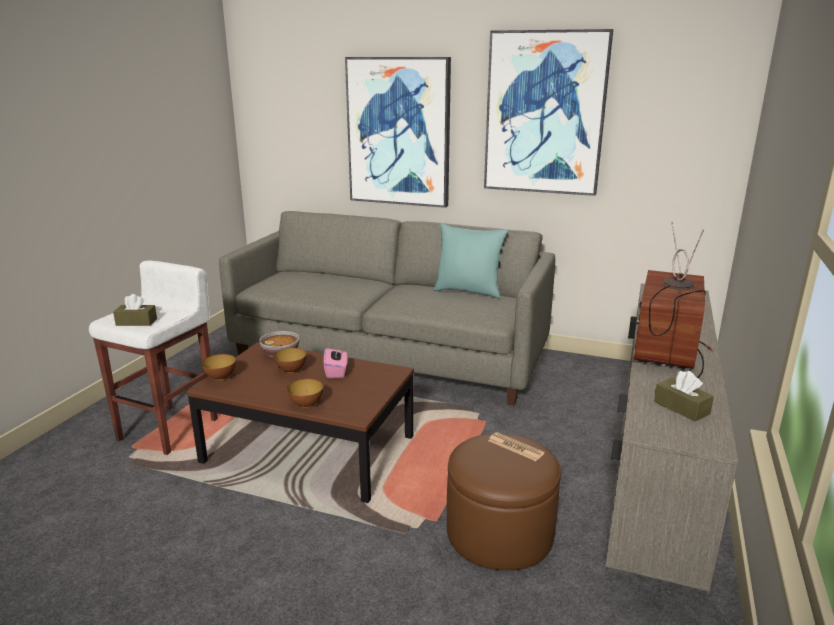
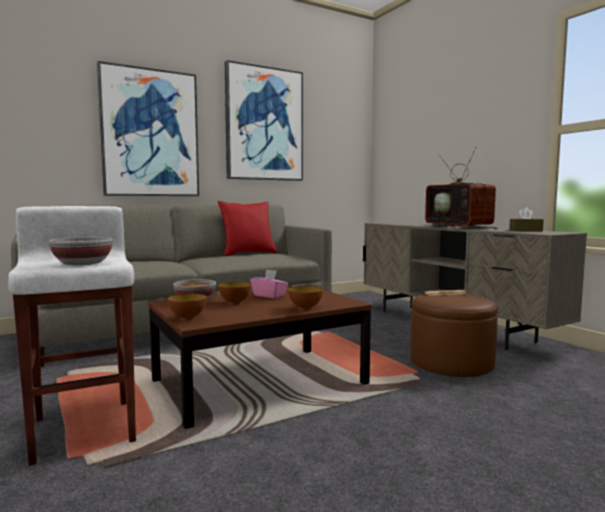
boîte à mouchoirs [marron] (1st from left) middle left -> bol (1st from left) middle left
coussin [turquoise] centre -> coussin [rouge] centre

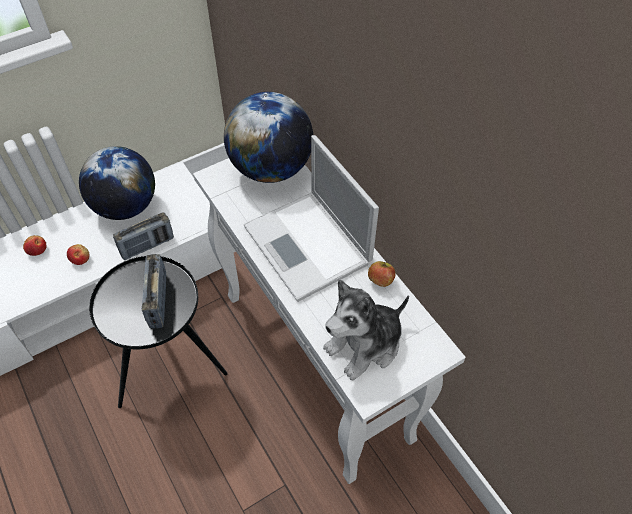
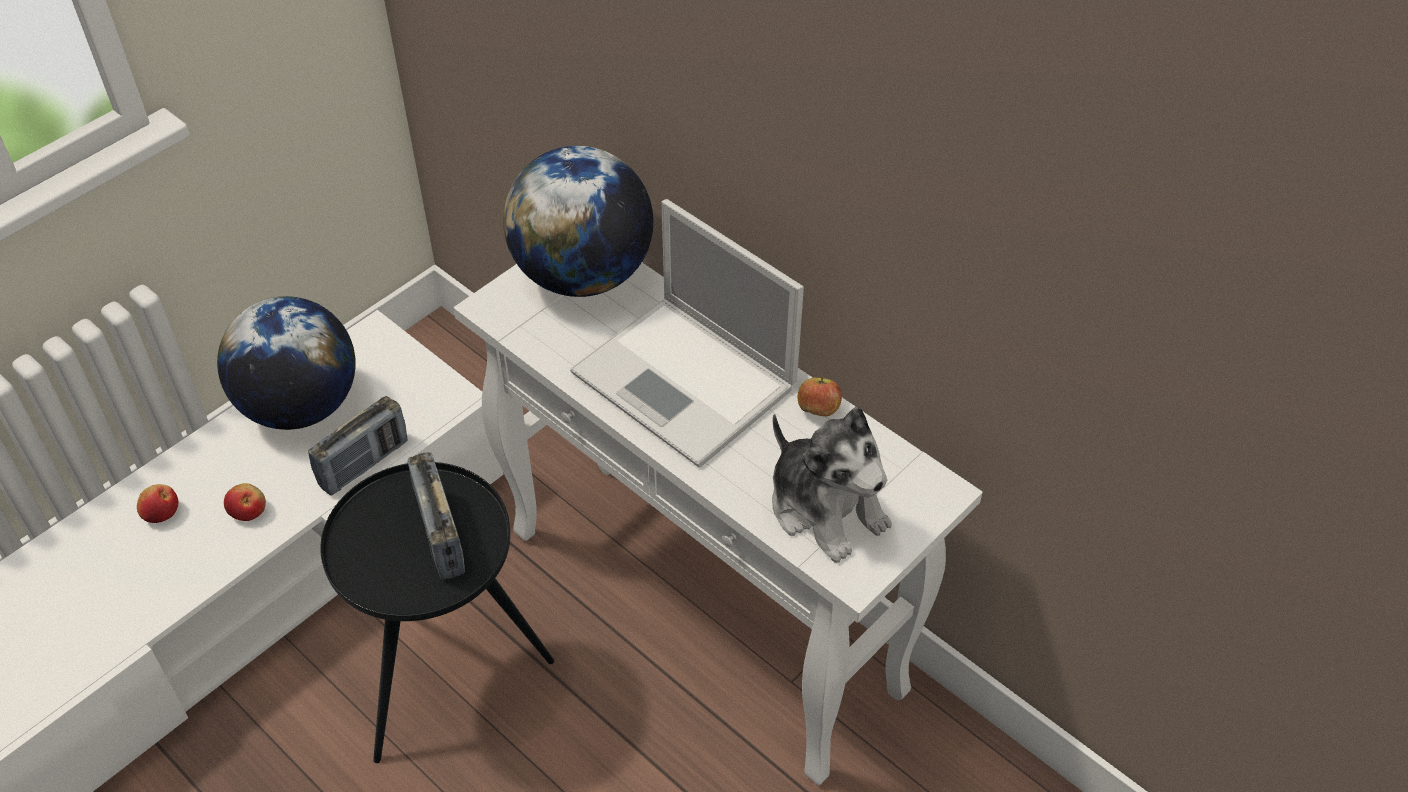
peluche centre, 75 degrees counterclockwise

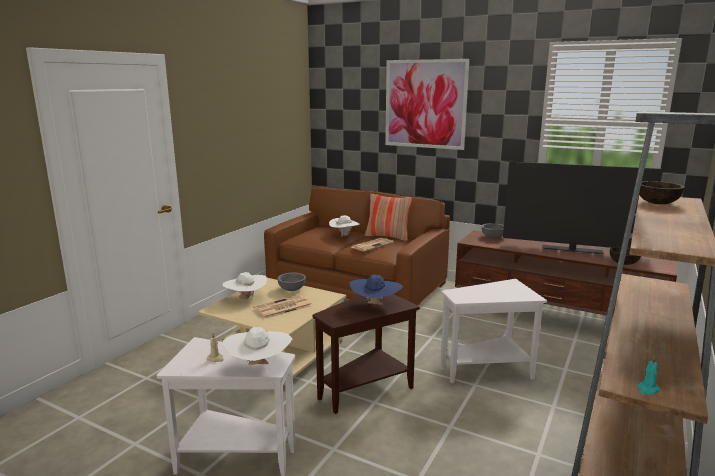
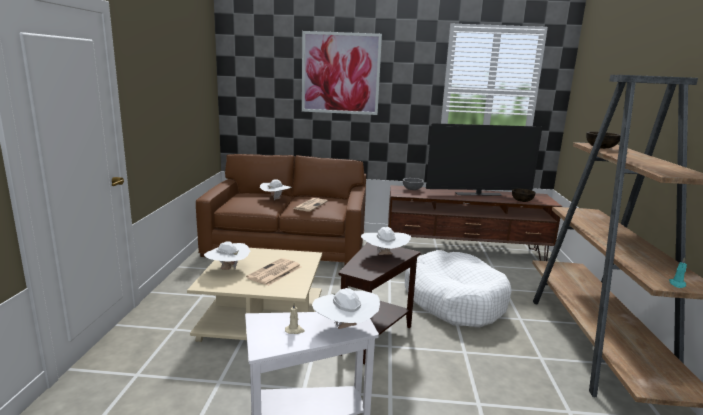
bol [gris] (1st from left) centre -> none
coussin centre -> none
table d'appoint [blanc] (2nd from left) bottom right -> panier pour chien [blanc] bottom centre
chapeau [bleu] centre -> chapeau [blanc] (4th from left) centre

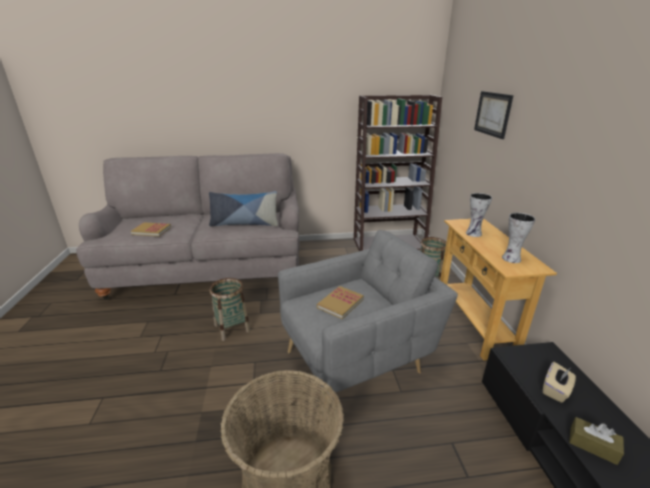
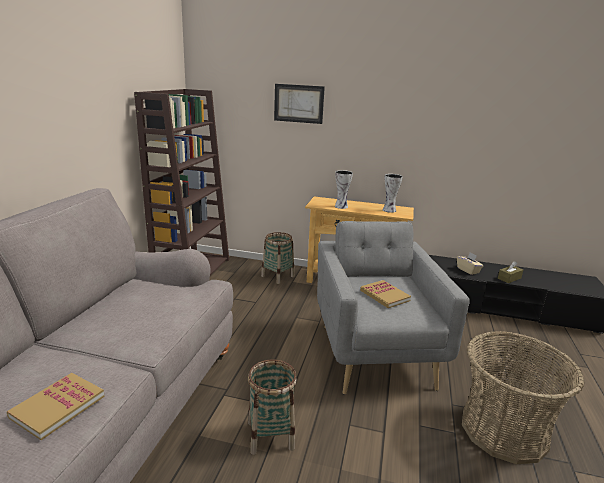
coussin centre -> none

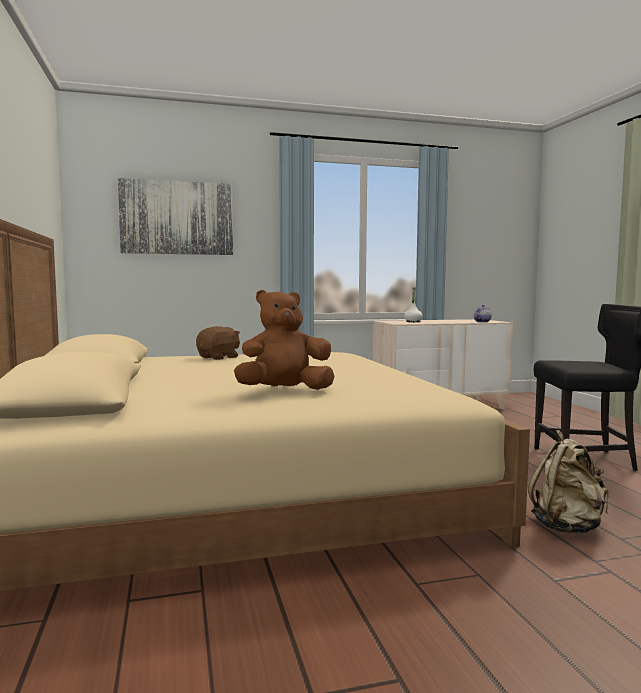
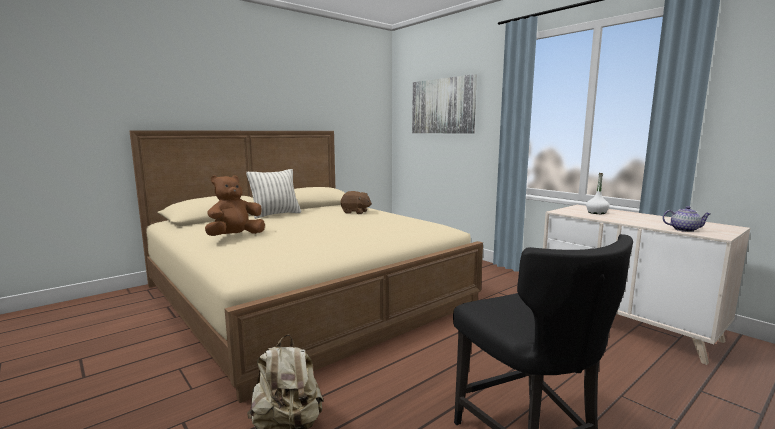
none -> coussin centre
peluche [marron] (2nd from left in the first image) centre -> peluche [marron] (1st from left) middle left, 90 degrees counterclockwise

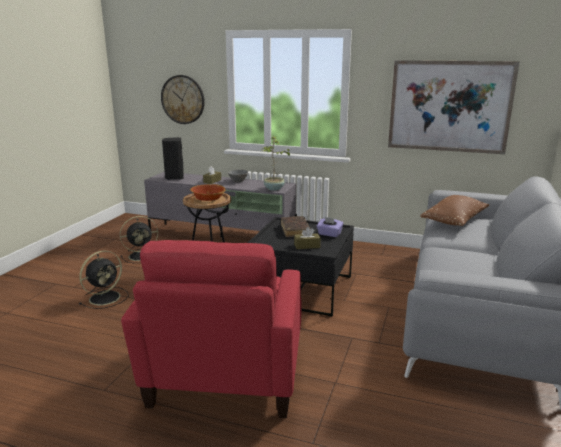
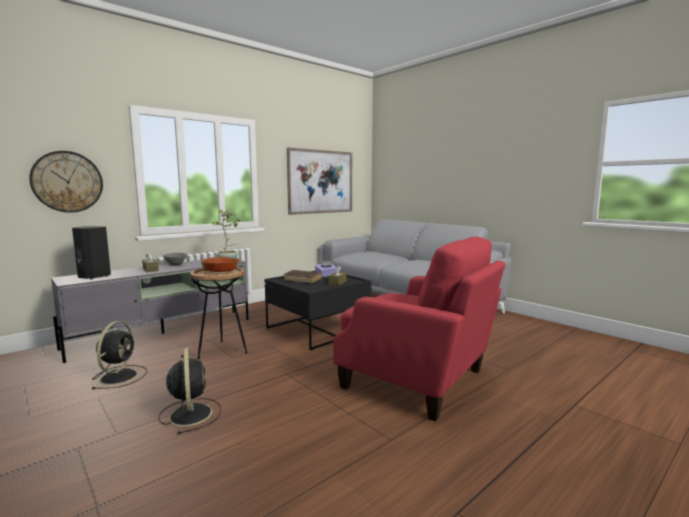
coussin [marron] middle right -> none

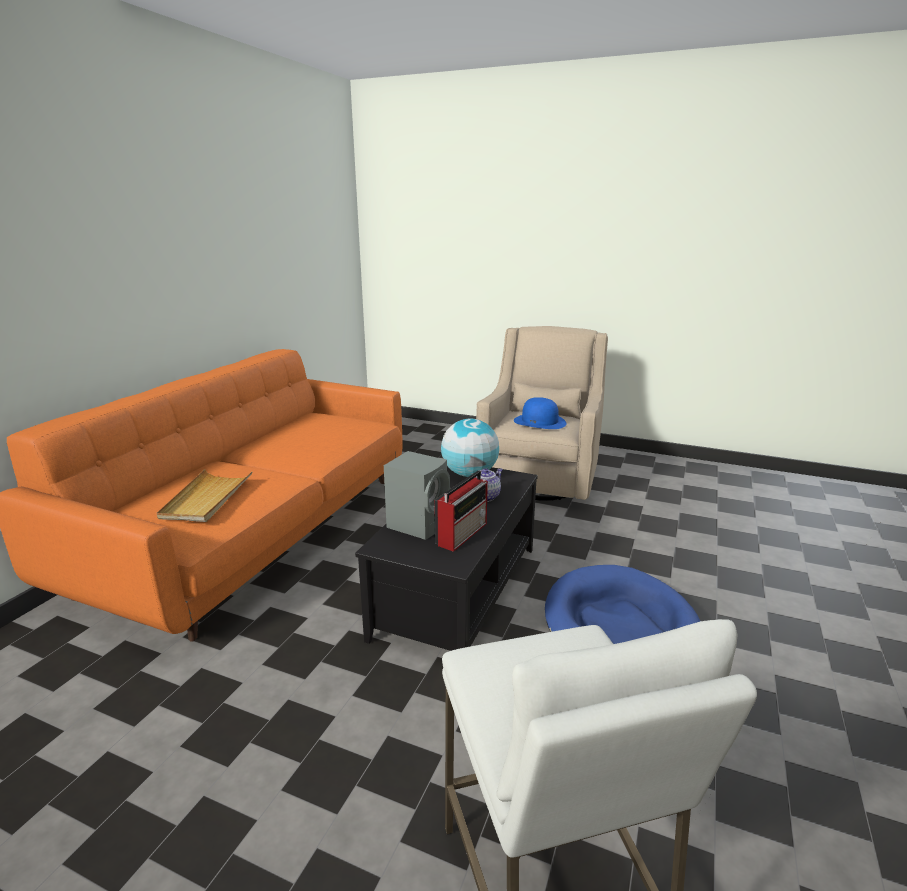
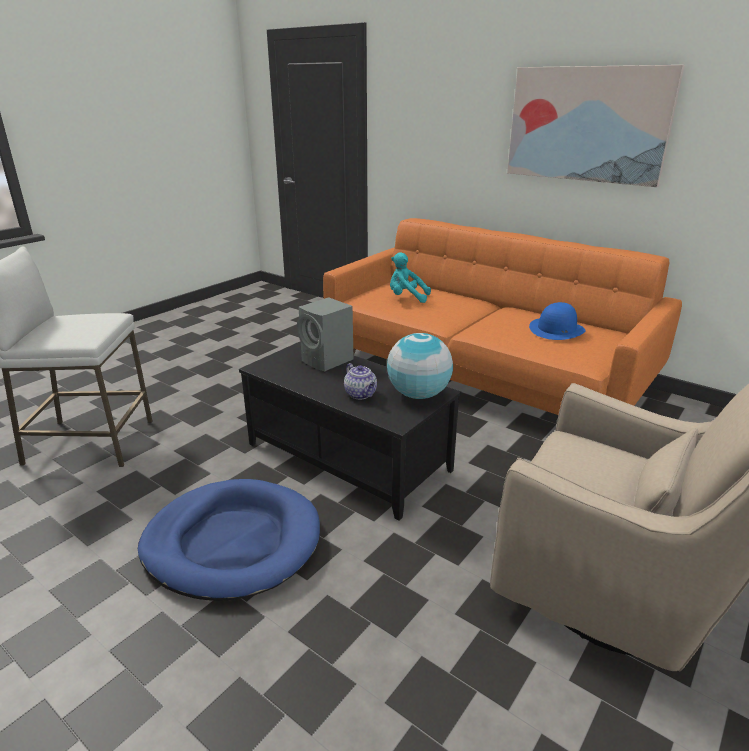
radio centre -> none
none -> tableau top right
chapeau [bleu] centre -> chapeau [bleu] middle right, moved
plateau [beige] middle left -> peluche [turquoise] centre

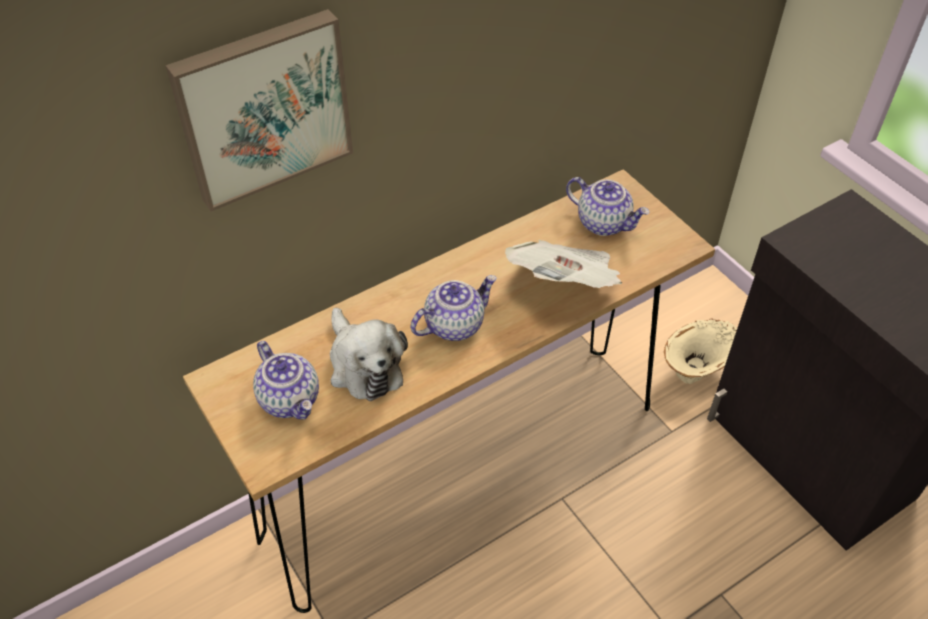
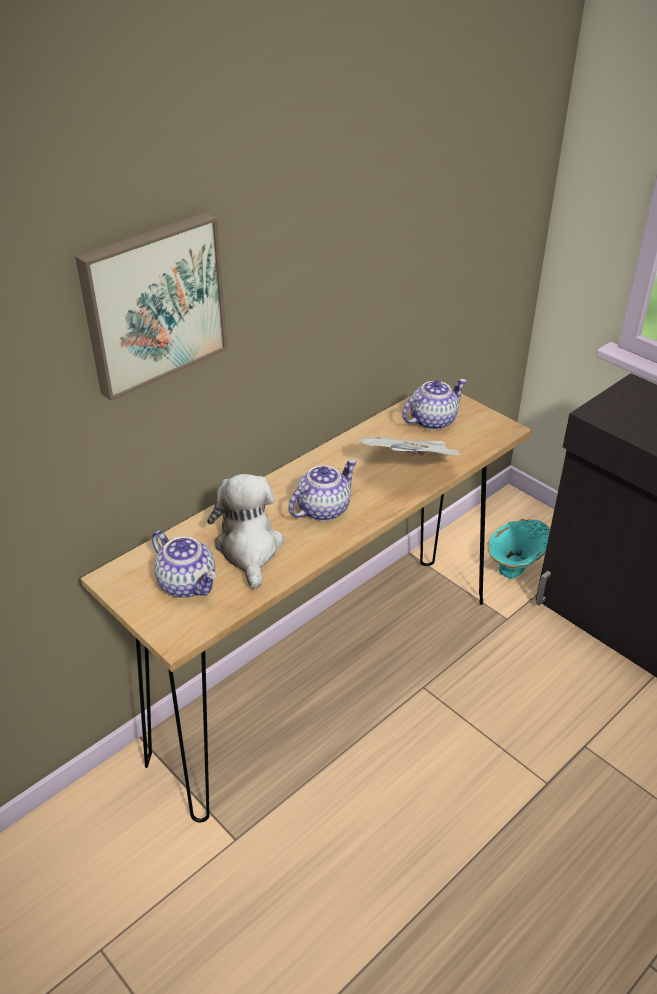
vase [beige] middle right -> vase [turquoise] middle right
peluche centre, 150 degrees counterclockwise
théière (3rd from left) top centre -> théière (3rd from left) centre, 60 degrees counterclockwise

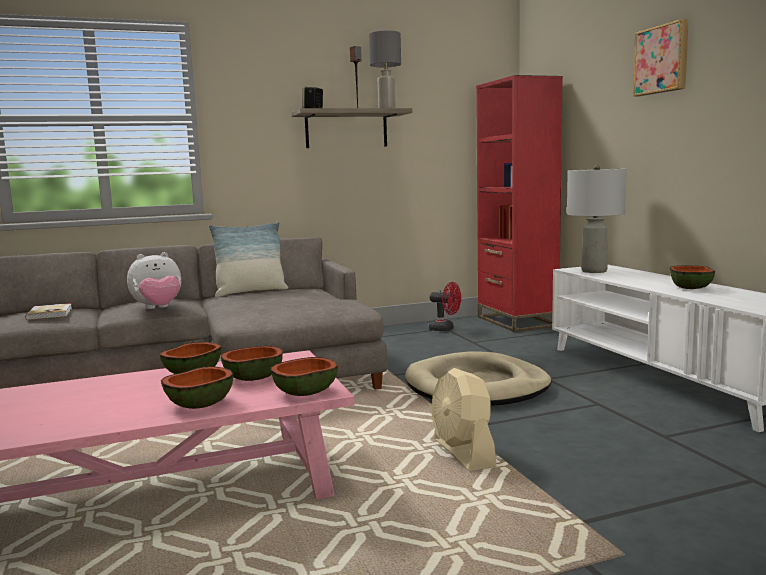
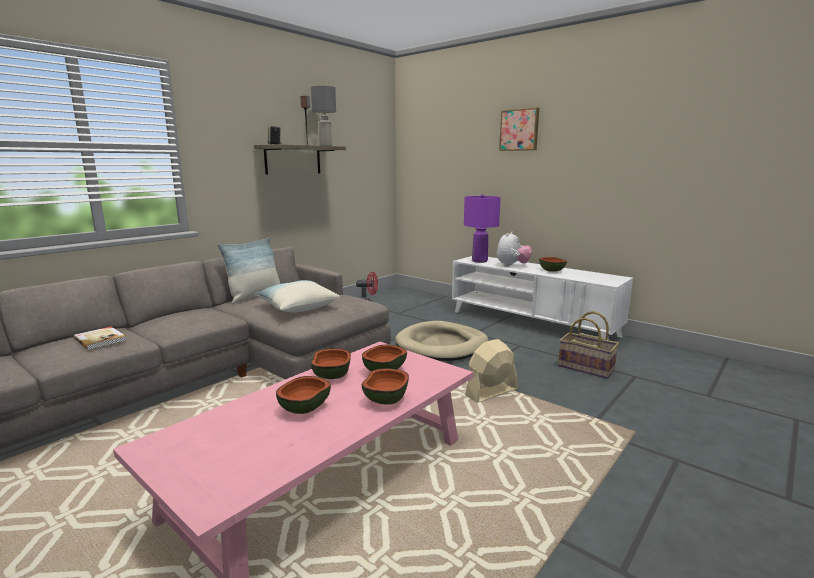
bibliothèque [rouge] middle right -> none
none -> coussin (2nd from left) centre
none -> panier middle right
peluche middle left -> peluche centre, moved
bol (4th from left in the first image) centre -> bol (1st from left) bottom centre, moved
lampe de table [gris] (2nd from left) middle right -> lampe de table [violet] centre
ventilateur [beige] bottom centre -> ventilateur [beige] centre, 105 degrees clockwise

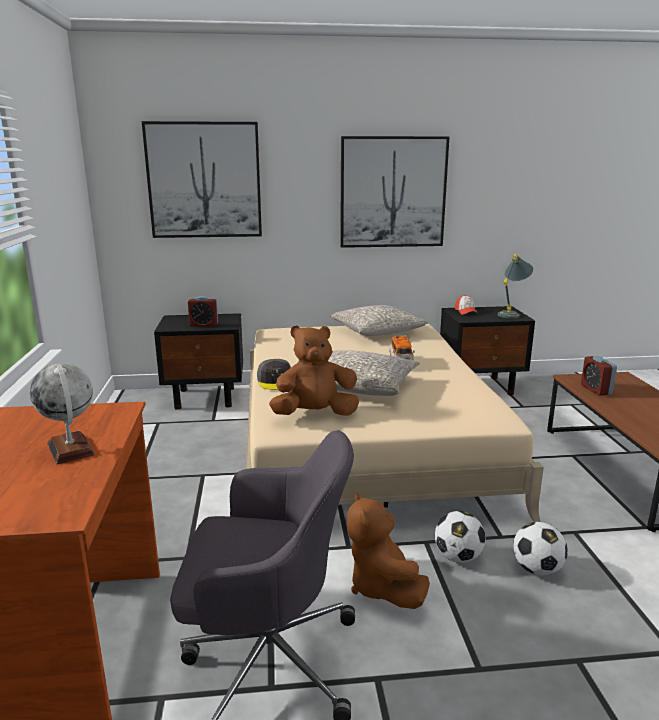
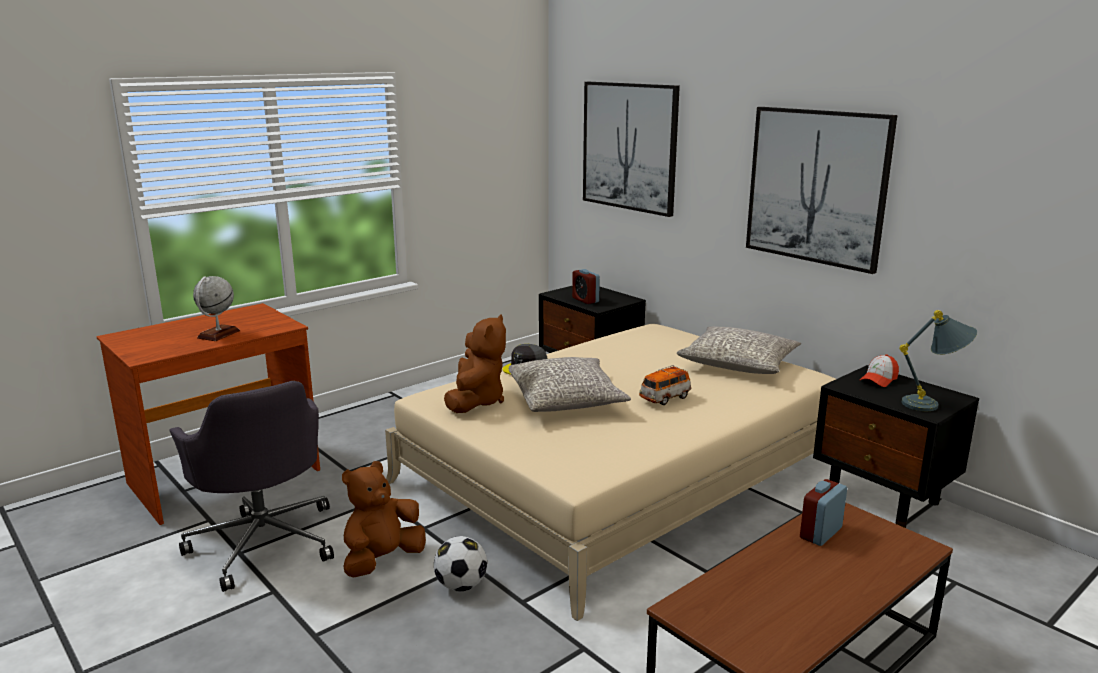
ballon de foot (2nd from left) bottom right -> none
peluche [marron] (1st from left in the first image) centre -> peluche [marron] (2nd from left) centre, 60 degrees clockwise

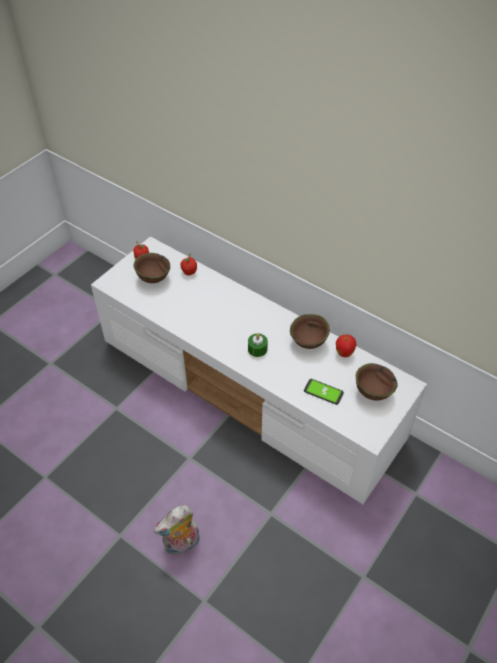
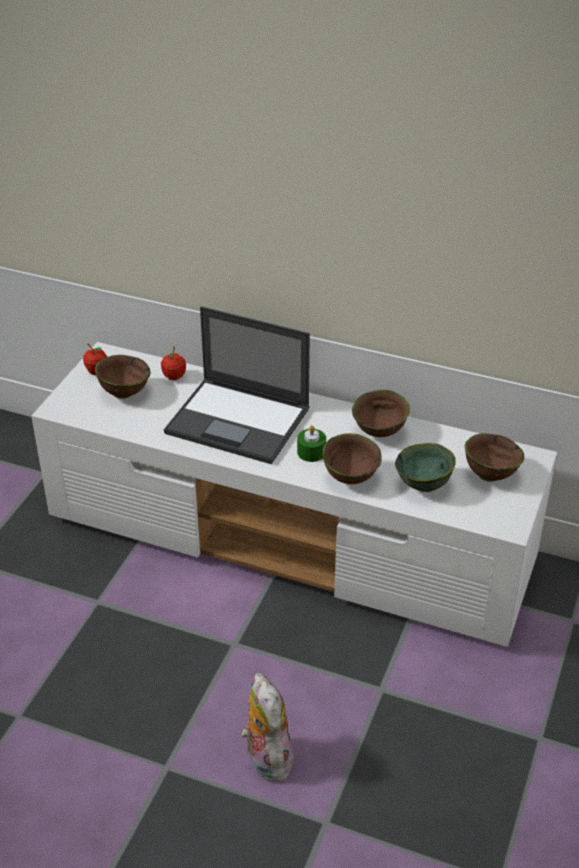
pomme (3rd from left) middle right -> none
none -> ordinateur portable centre
none -> bol [marron] (2nd from left) centre
téléphone centre -> bol [vert] middle right
peluche bottom centre, 120 degrees clockwise

